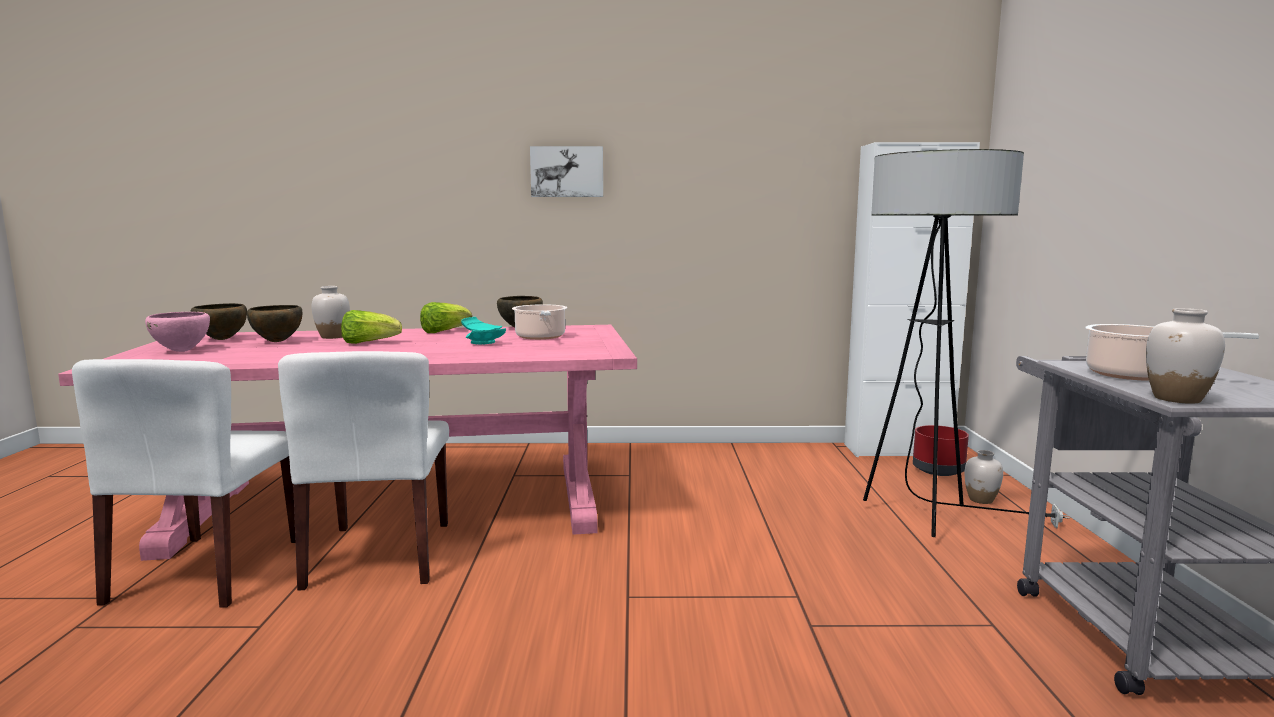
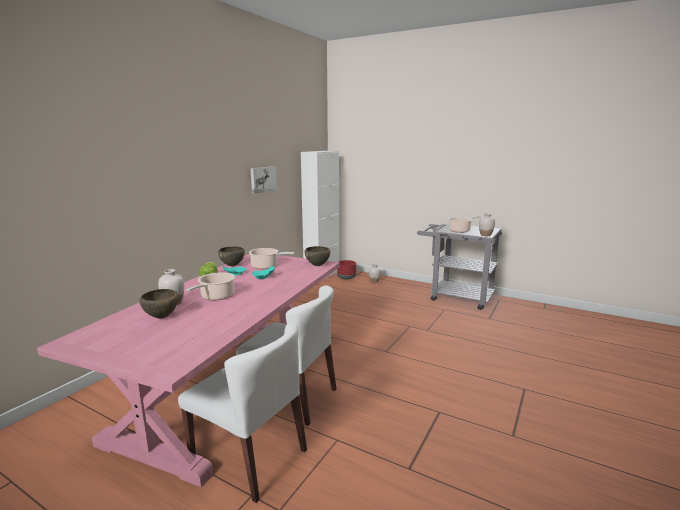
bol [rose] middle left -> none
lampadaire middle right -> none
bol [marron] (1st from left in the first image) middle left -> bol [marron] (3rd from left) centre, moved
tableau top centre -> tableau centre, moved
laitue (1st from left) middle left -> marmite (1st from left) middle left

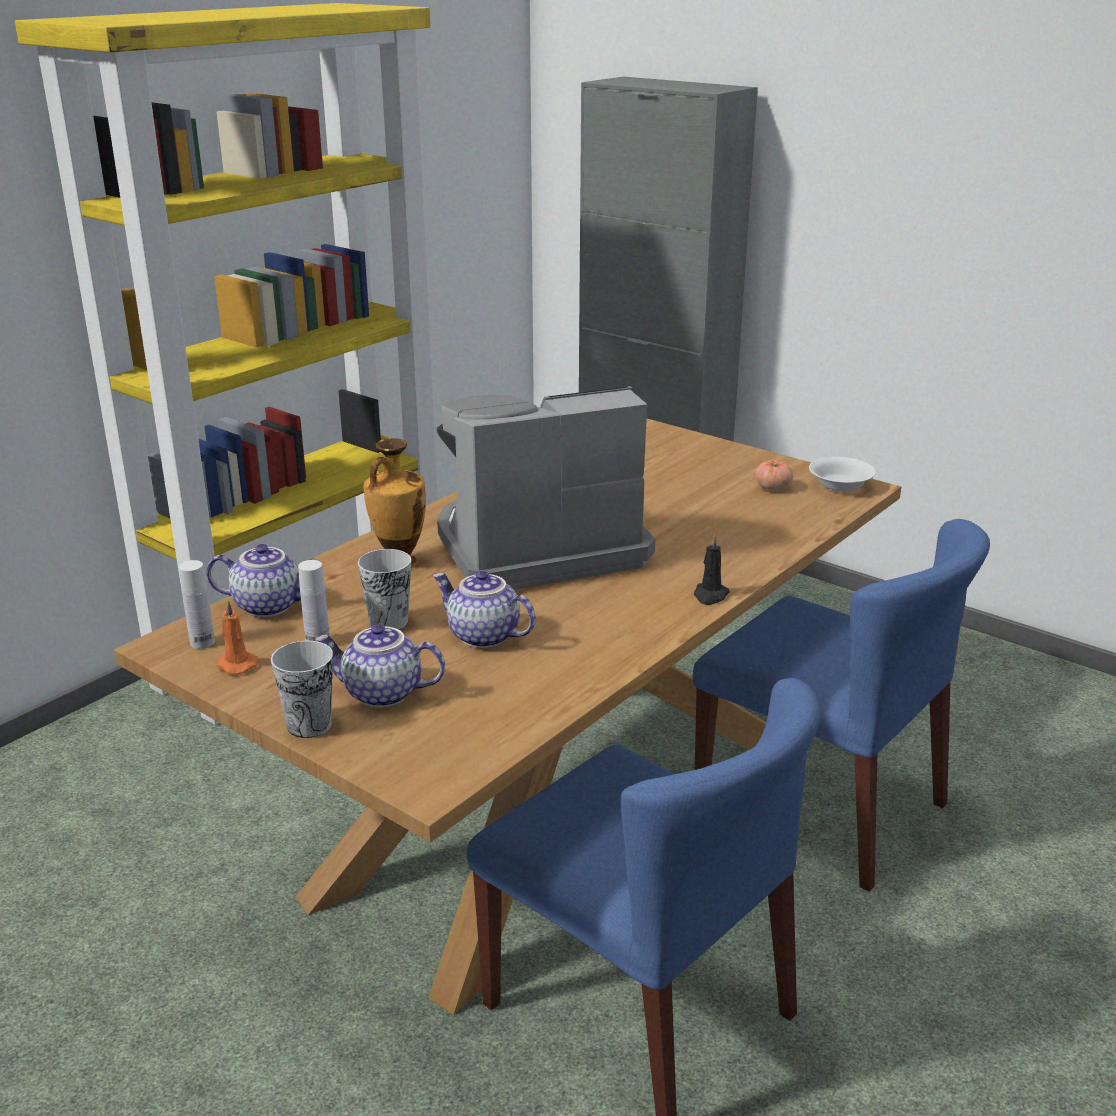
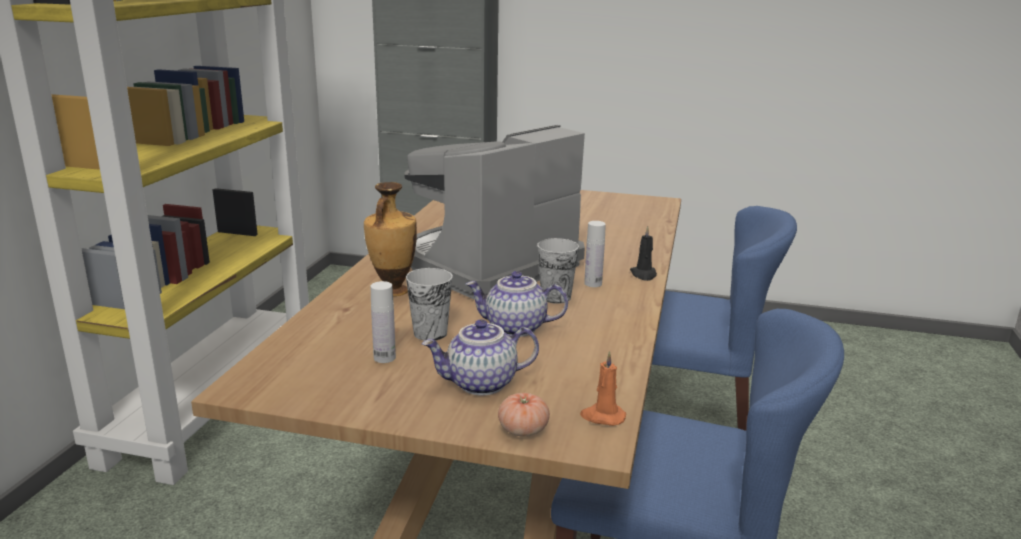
théière (1st from left) middle left -> none
bol [blanc] middle right -> none
bouteille [blanc] (1st from left in the first image) middle left -> bouteille [blanc] (2nd from left) centre, moved
bougie [orange] middle left -> bougie [orange] bottom centre, moved
tasse (1st from left in the first image) middle left -> tasse (2nd from left) centre, moved
tomate middle right -> tomate bottom centre, moved

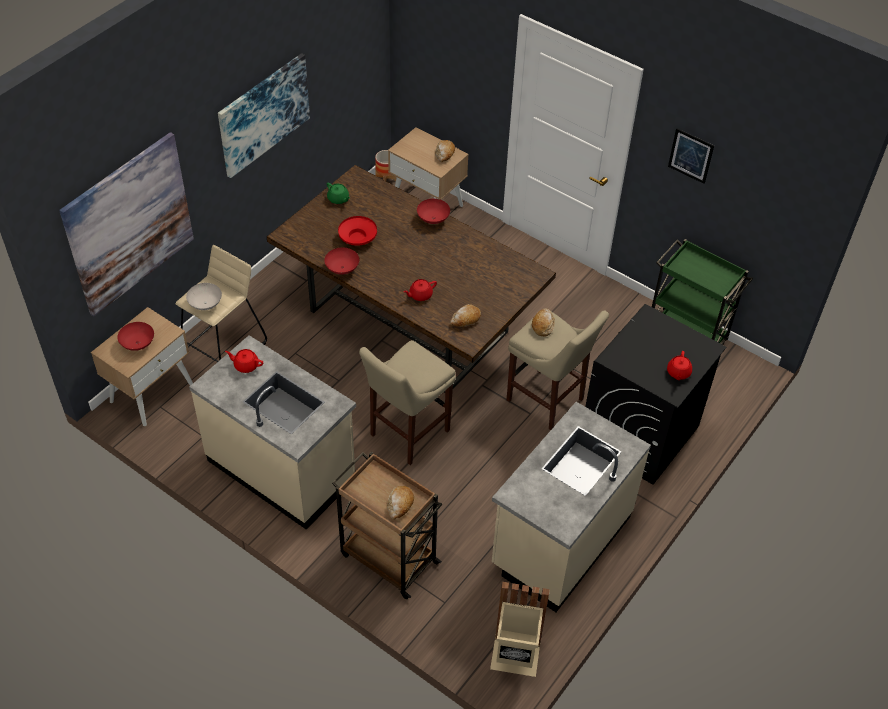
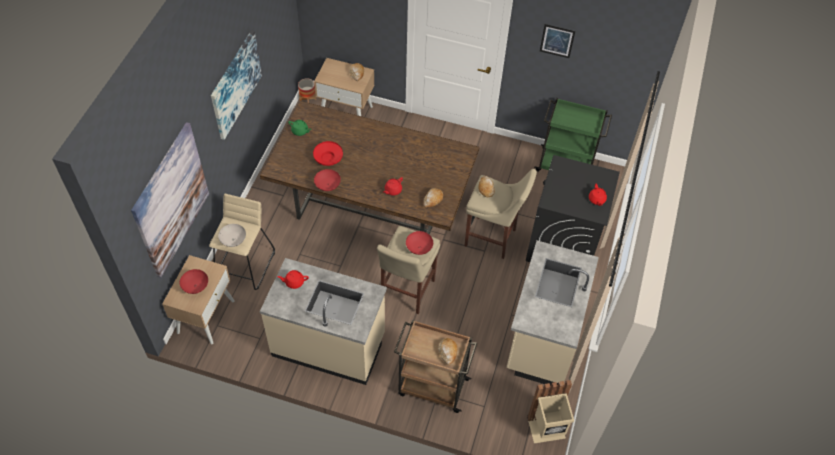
bol [rouge] (4th from left) top centre -> bol [rouge] (4th from left) centre, moved

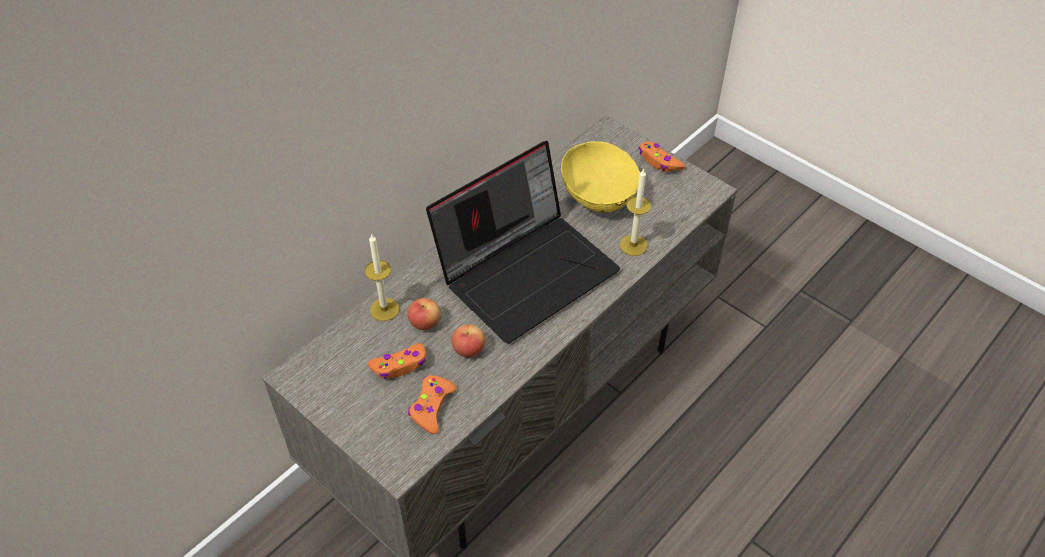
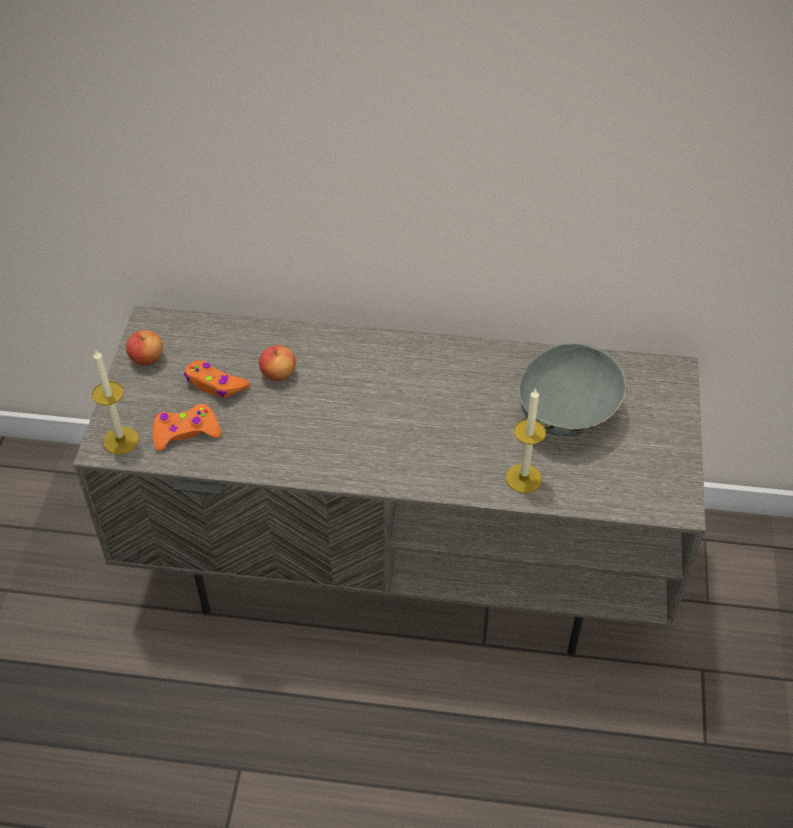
ordinateur portable centre -> none
manette [orange] (3rd from left) top centre -> none
bougie (1st from left) centre -> bougie (1st from left) middle left, moved
pomme (2nd from left in the first image) centre -> pomme (1st from left) middle left, moved
bol [jaune] top centre -> bol [gris] middle right

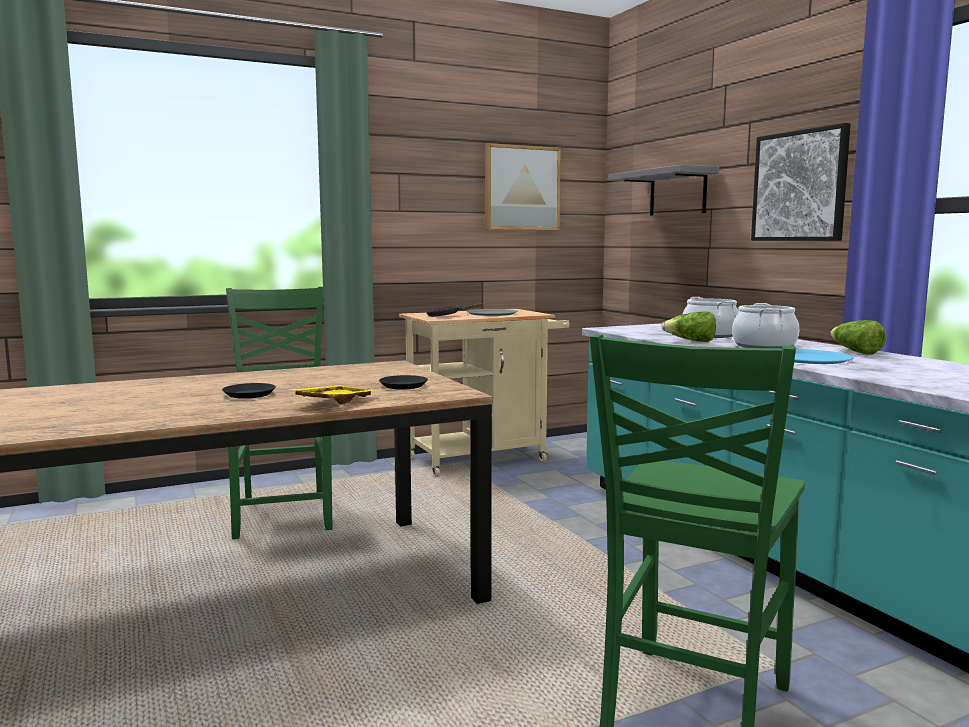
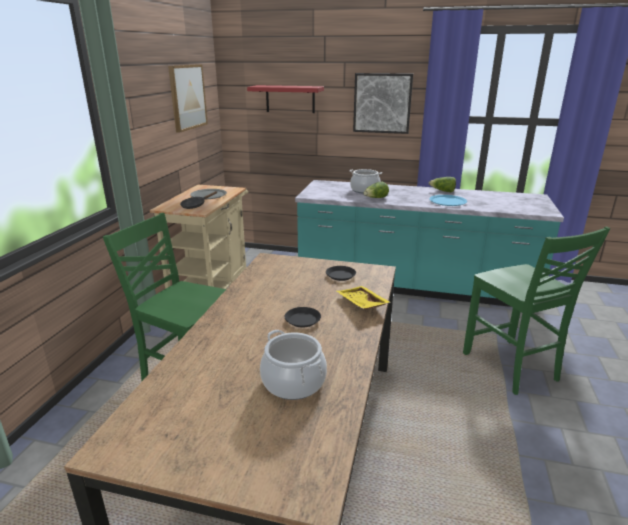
marmite (2nd from left in the first image) middle right -> marmite (1st from left) bottom centre, moved
étagère [gris] top right -> étagère [rouge] top centre

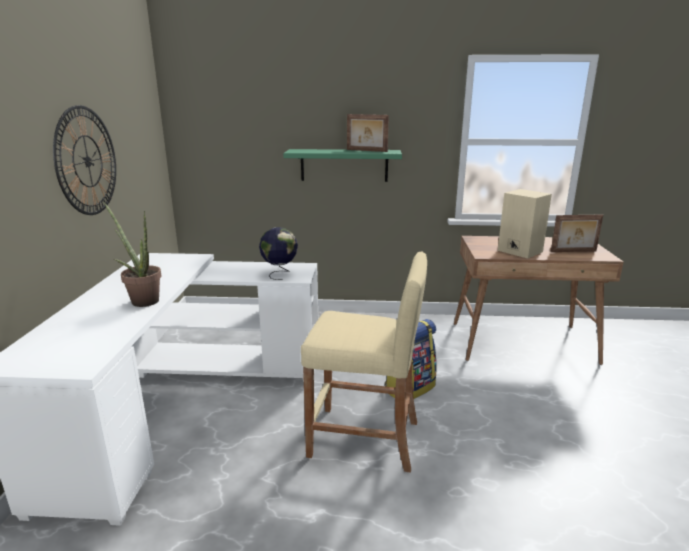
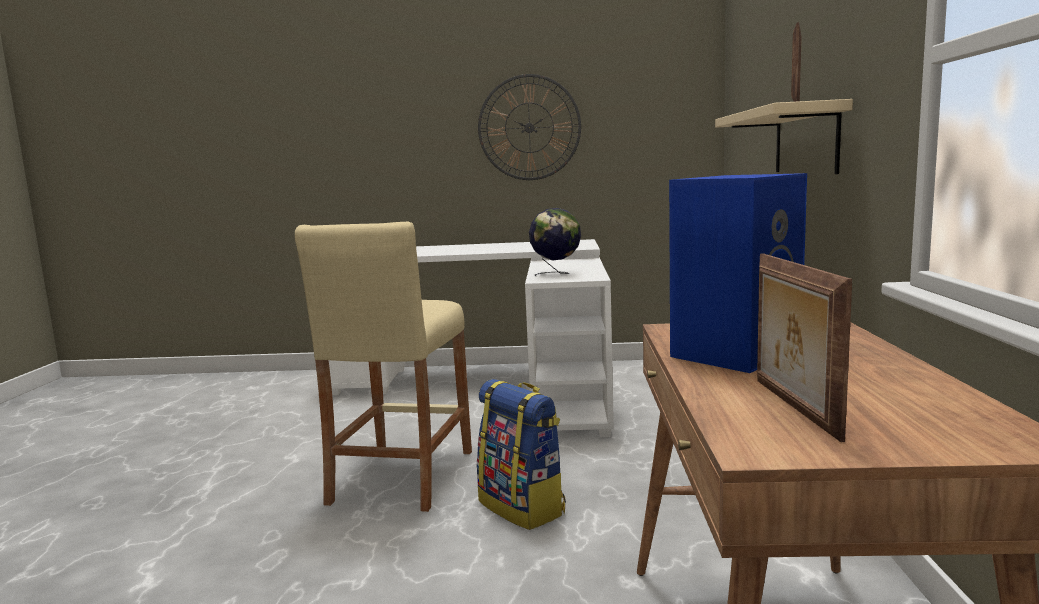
plante en pot middle left -> none
étagère [vert] top centre -> étagère [beige] top right
enceinte [beige] middle right -> enceinte [bleu] middle right

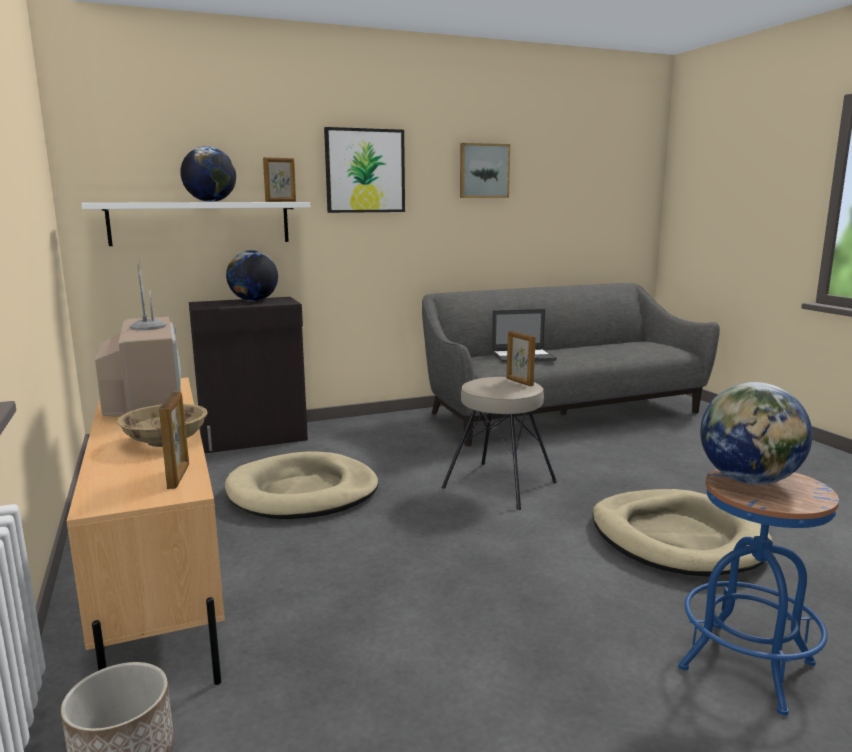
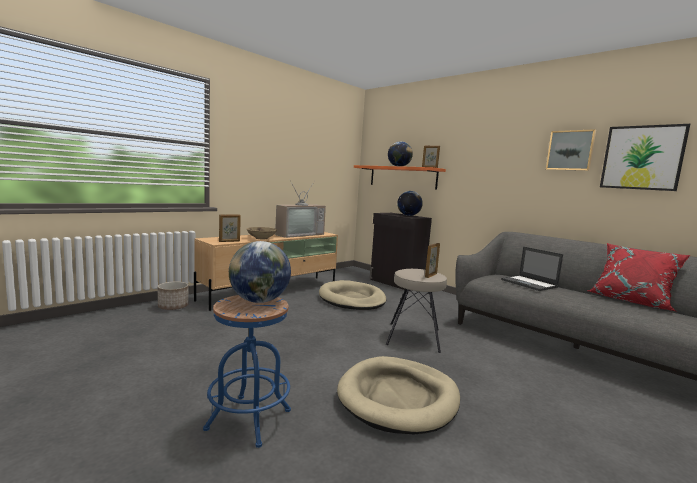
none -> coussin [rouge] middle right
tableau (1st from left in the first image) top centre -> tableau (2nd from left) top right, moved
étagère [blanc] top left -> étagère [orange] centre

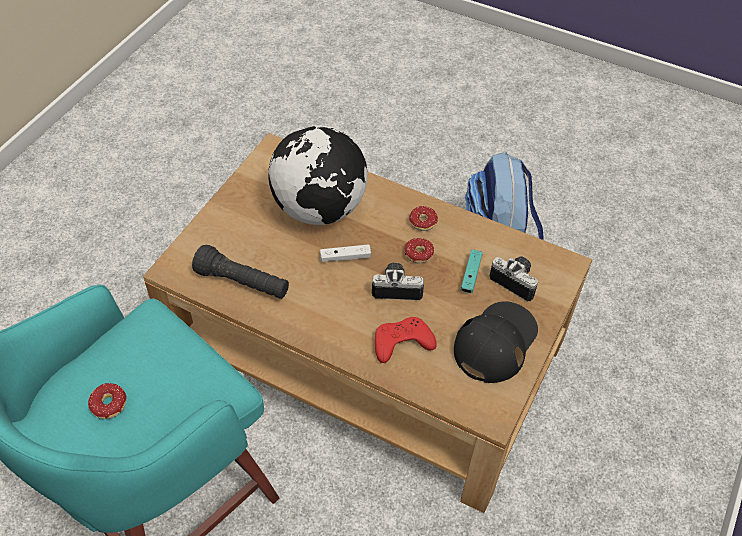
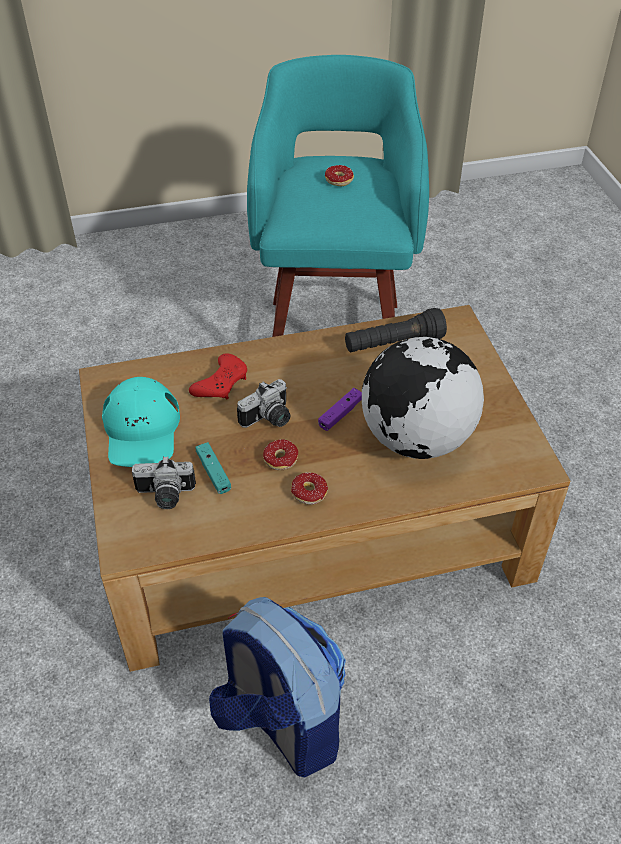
manette [blanc] centre -> manette [violet] centre
casquette [noir] middle right -> casquette [turquoise] middle left

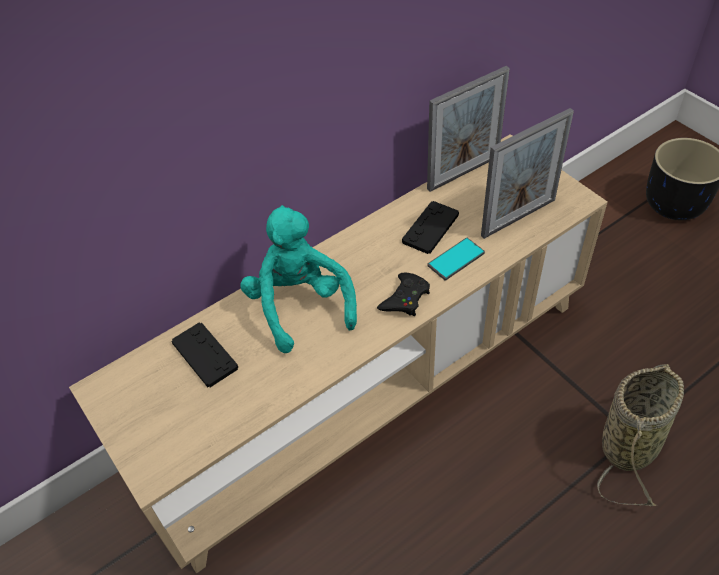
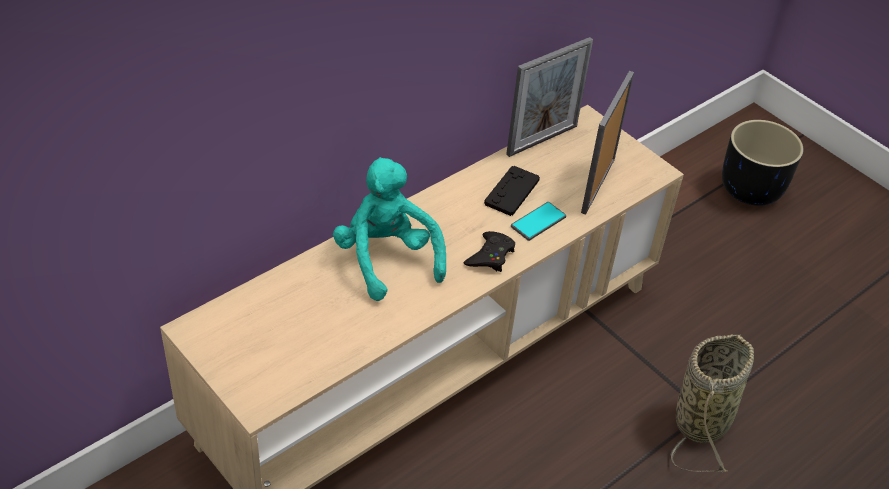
manette [noir] (1st from left) middle left -> none
cadre photo (2nd from left) top right, 150 degrees clockwise

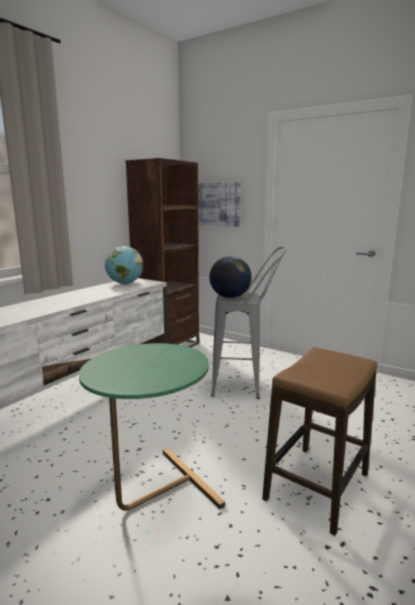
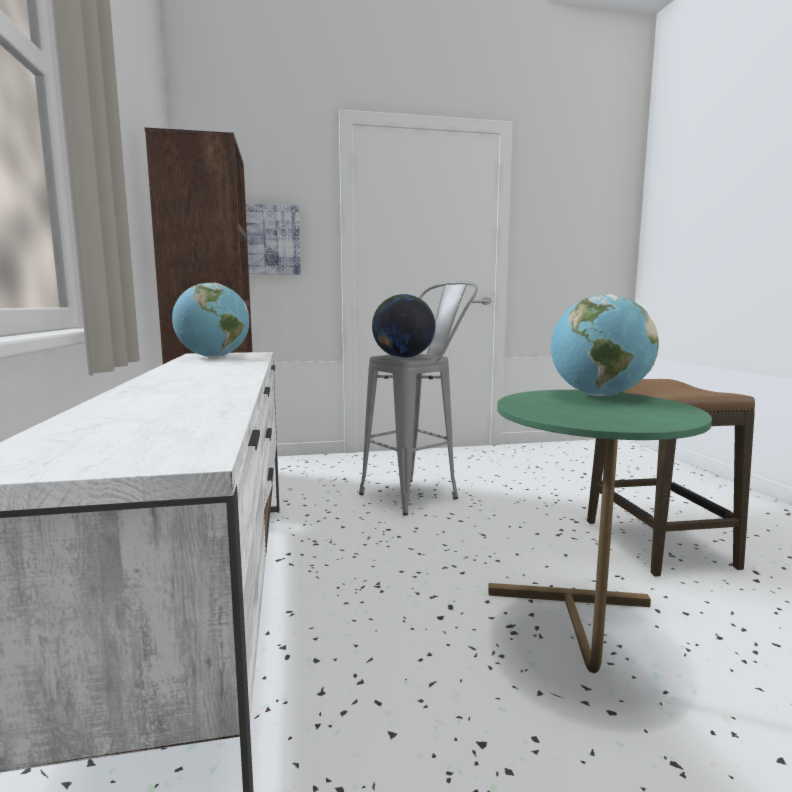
none -> globe (3rd from left) middle right

